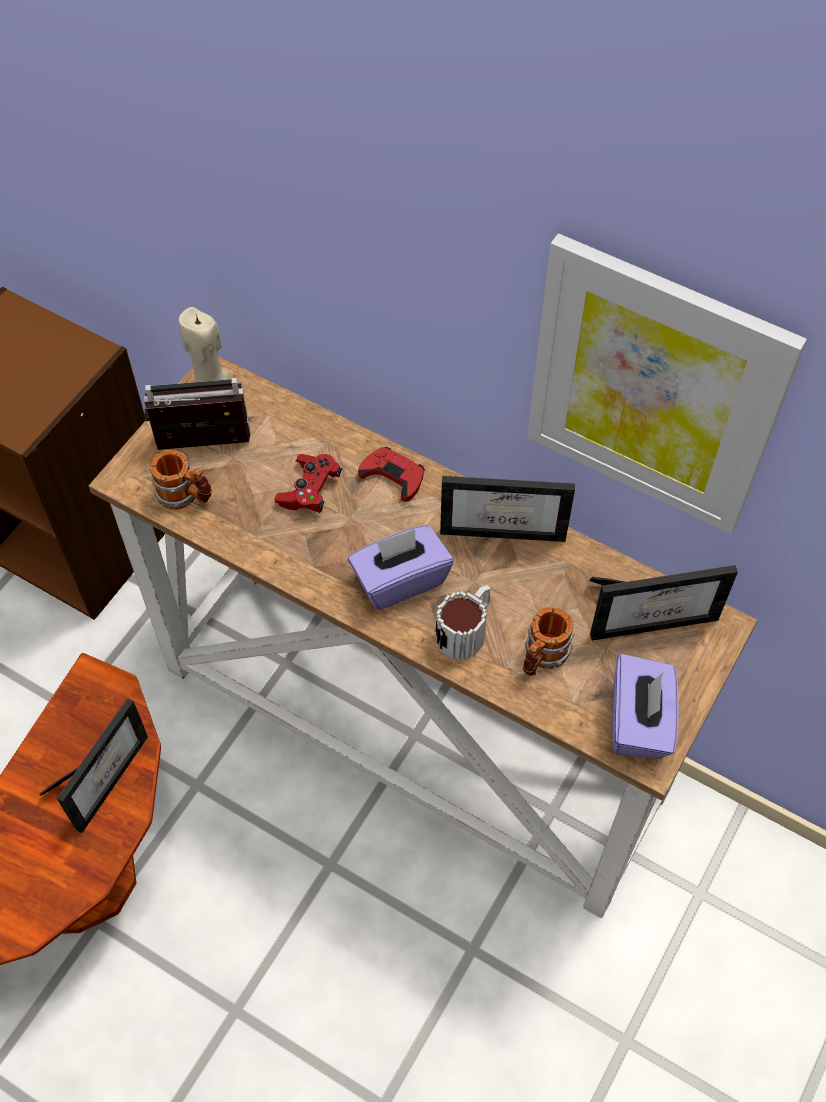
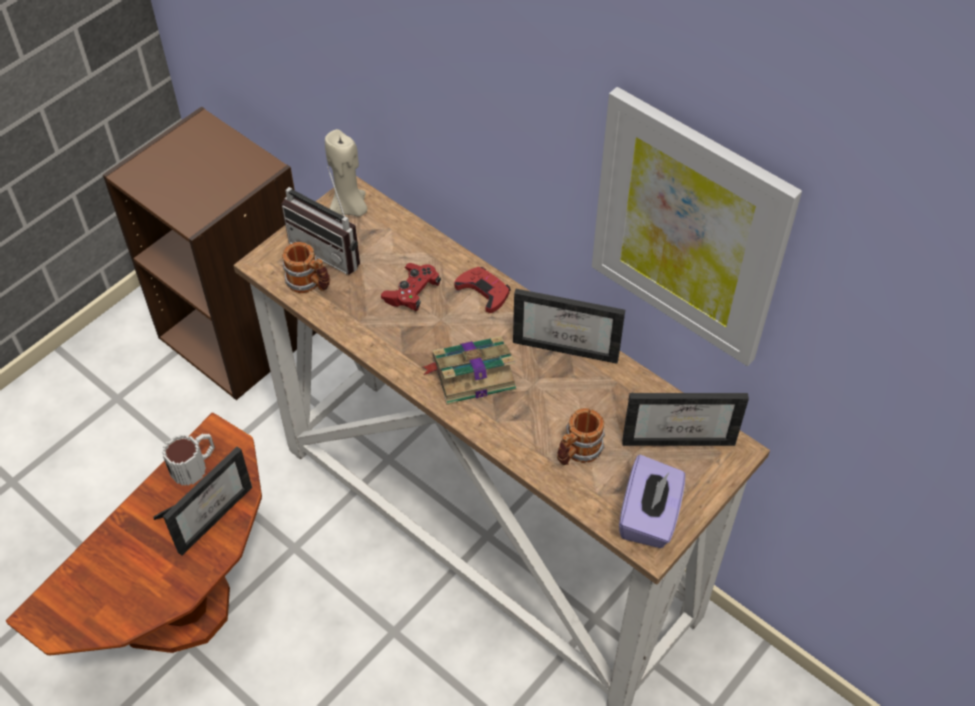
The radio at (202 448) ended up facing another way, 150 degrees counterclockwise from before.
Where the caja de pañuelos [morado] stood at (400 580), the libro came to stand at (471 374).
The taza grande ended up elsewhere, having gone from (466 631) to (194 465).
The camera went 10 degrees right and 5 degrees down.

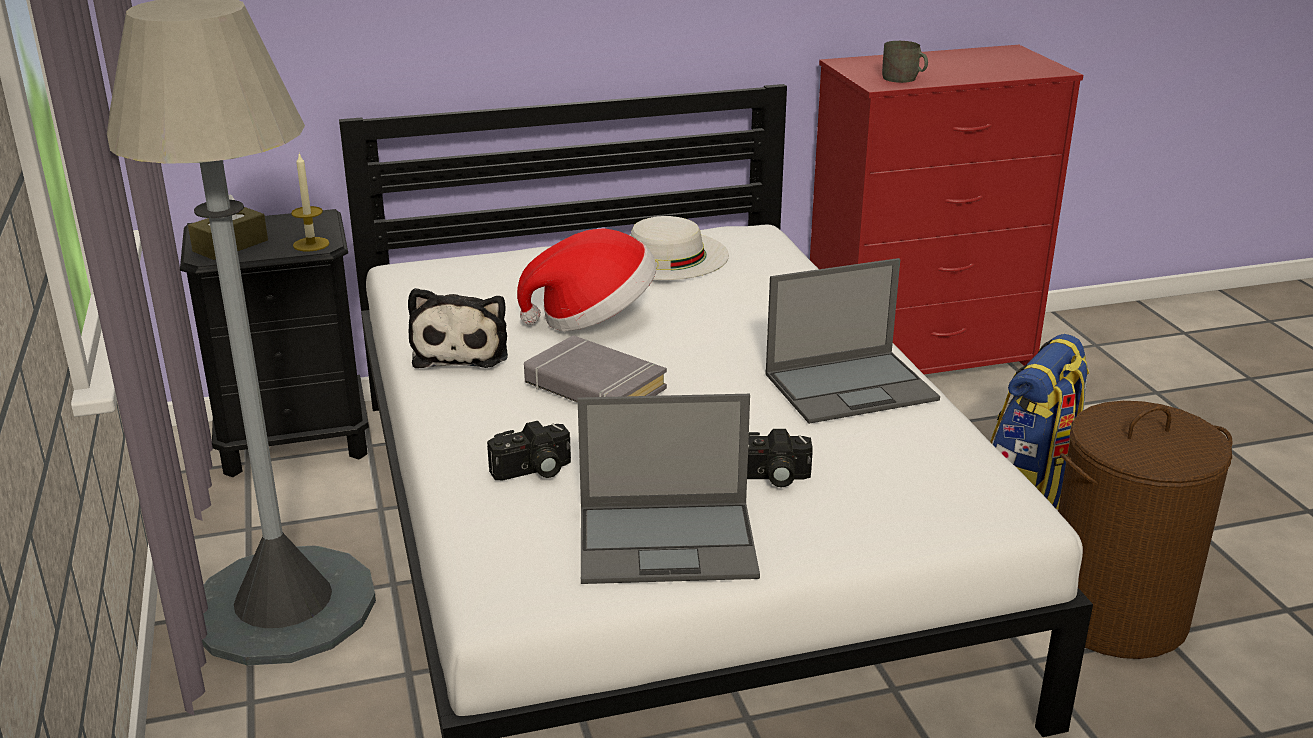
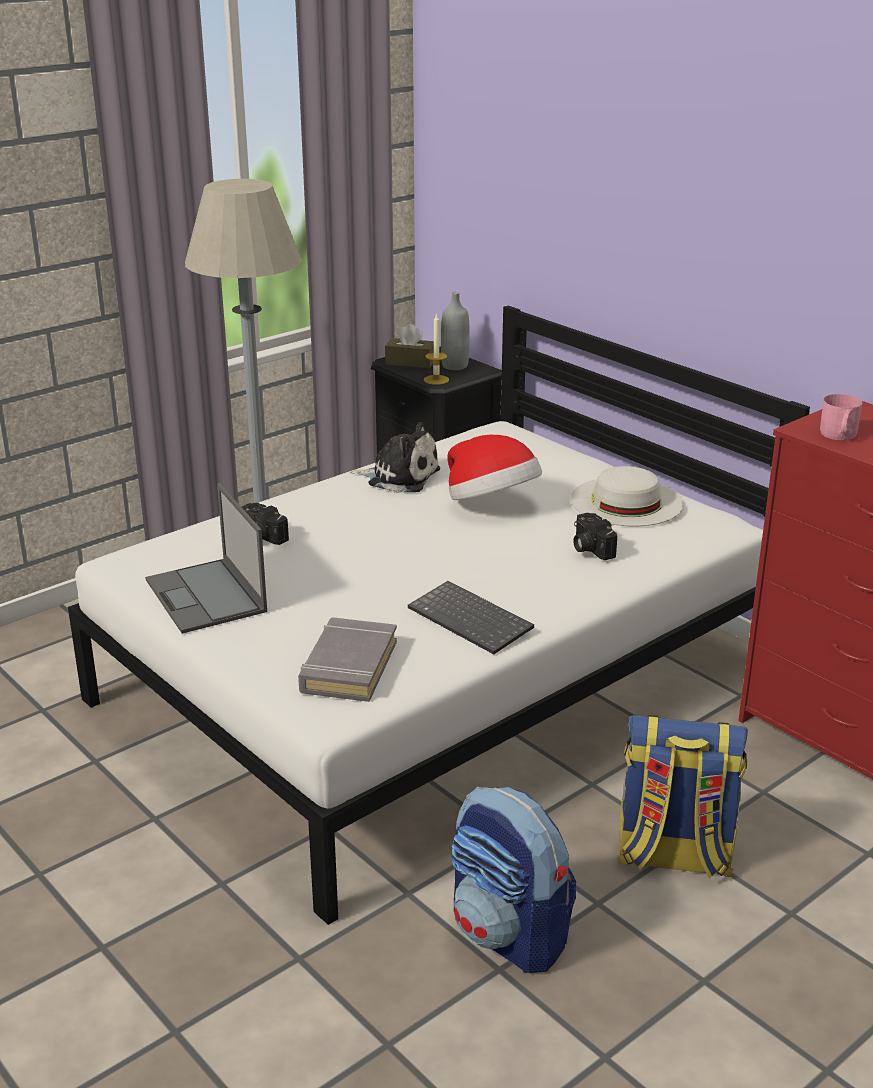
What was the taza grande [gris] at (903 79) turned into the taza grande [rosa] at (838 435).
Where the portátil stood at (852 386), the teclado came to stand at (472 620).
The peluche at (462 350) ended up facing another way, 135 degrees counterclockwise from before.
The libro [gris] ended up elsewhere, having gone from (594 386) to (348 667).
Where the cesto de la ropa [marrón] stood at (1115 614), the mochila came to stand at (510 934).
The cámara ended up elsewhere, having gone from (770 477) to (589 548).
The second view gained the botella [gris] at (455 366).
The camera went 65 degrees right and 0 degrees up.

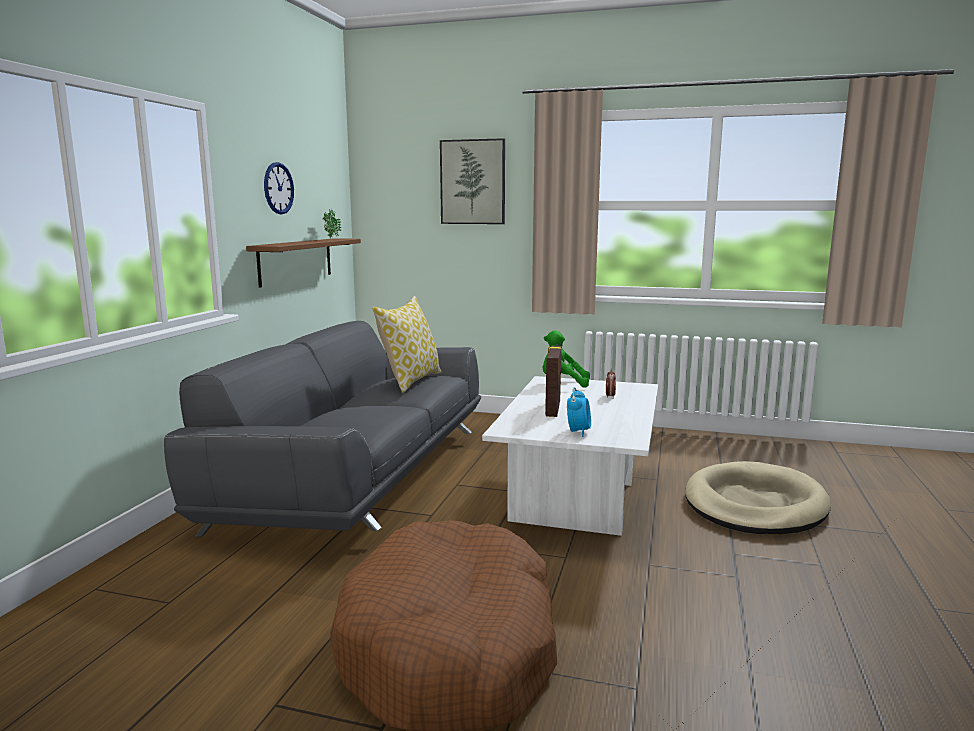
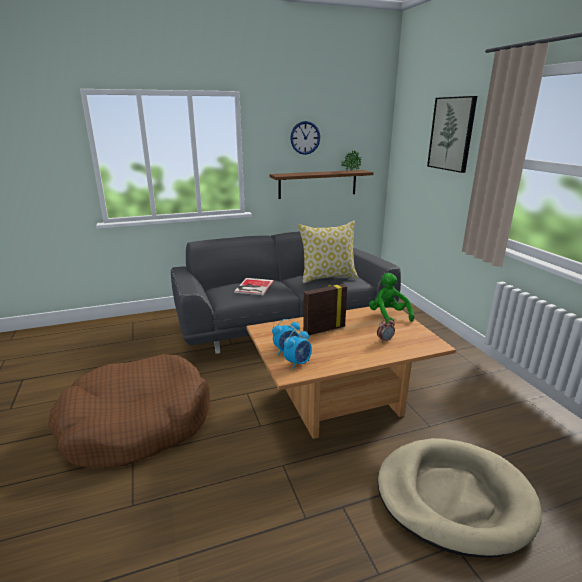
What was the mesa de centro [blanco] at (578 502) turned into the mesa de centro [marrón] at (341 403).
The second view gained the libro at (253 287).
The second view gained the despertador at (298 363).
The camera went 55 degrees right and 10 degrees up.

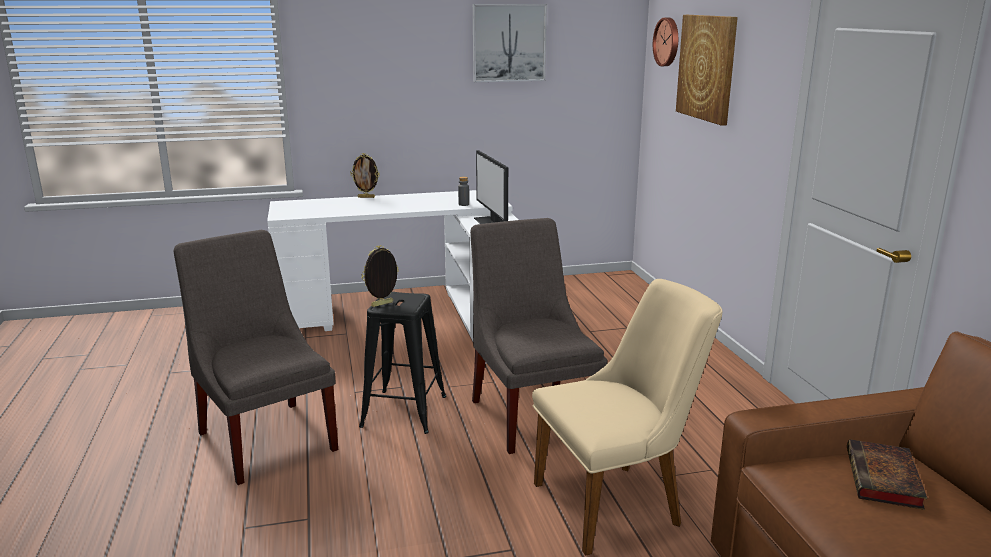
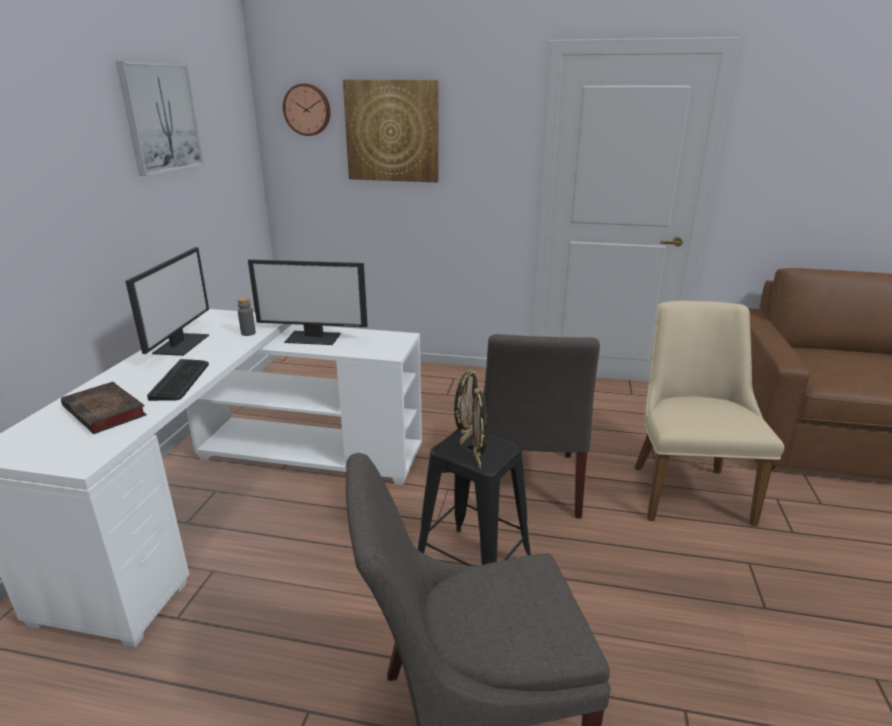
The portarretratos ended up elsewhere, having gone from (366 197) to (466 437).
The silla [gris] at (532 414) ended up facing another way, 90 degrees counterclockwise from before.
The libro ended up elsewhere, having gone from (884 480) to (106 412).
The second view gained the monitor at (180 344).
The second view gained the teclado at (180 380).
The camera went 65 degrees left and 5 degrees up.

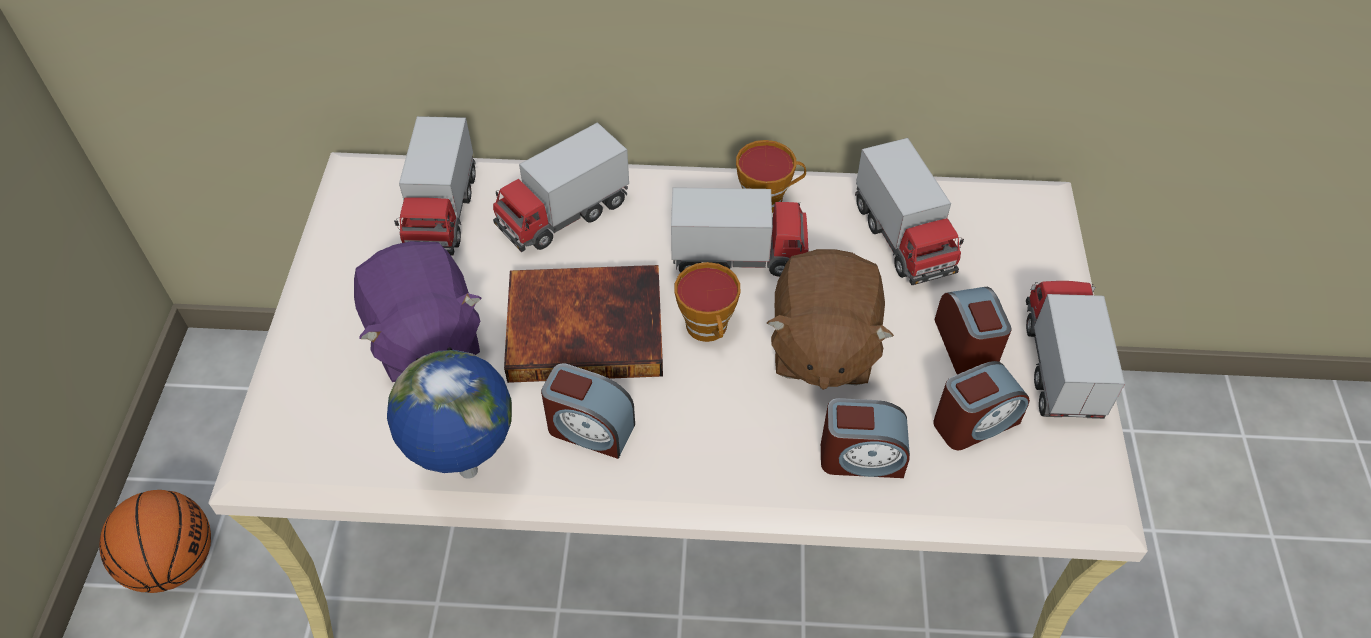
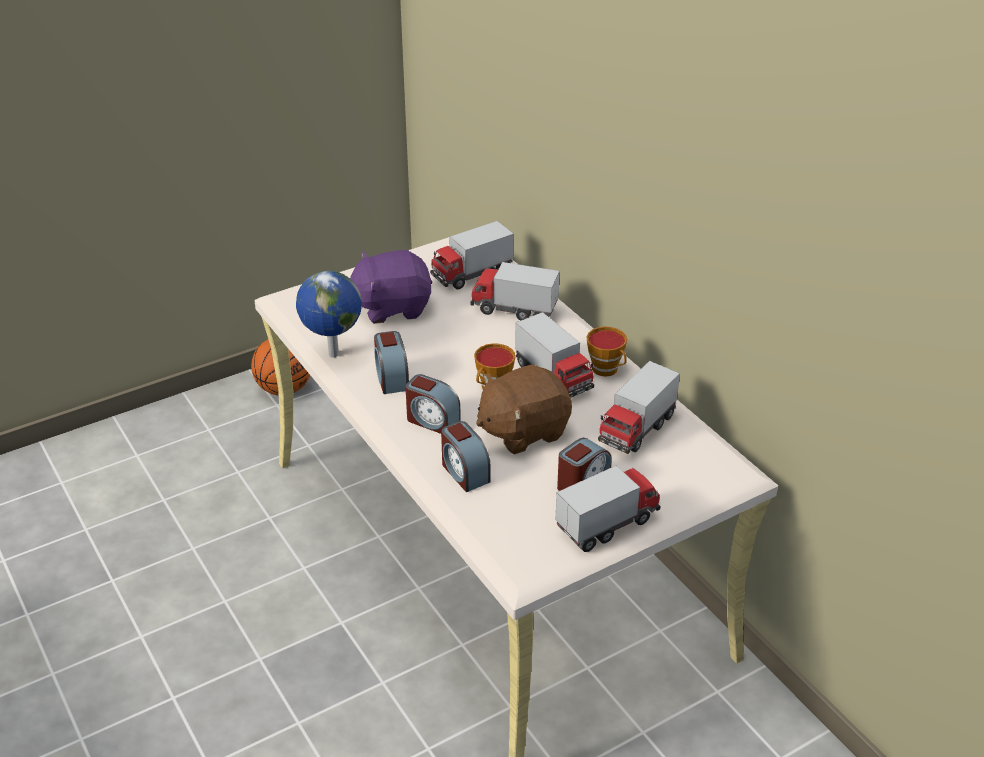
The peluche [morado] at (424 340) ended up facing another way, 45 degrees clockwise from before.
The second view lost the libro at (587 326).
The despertador ended up elsewhere, having gone from (975 422) to (432 421).
The camera went 55 degrees right and 15 degrees down.

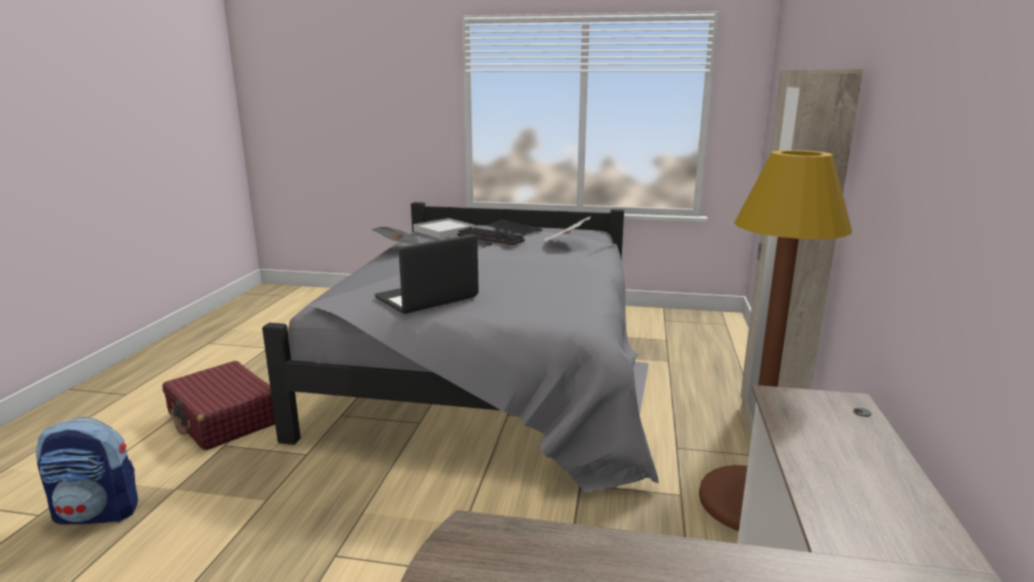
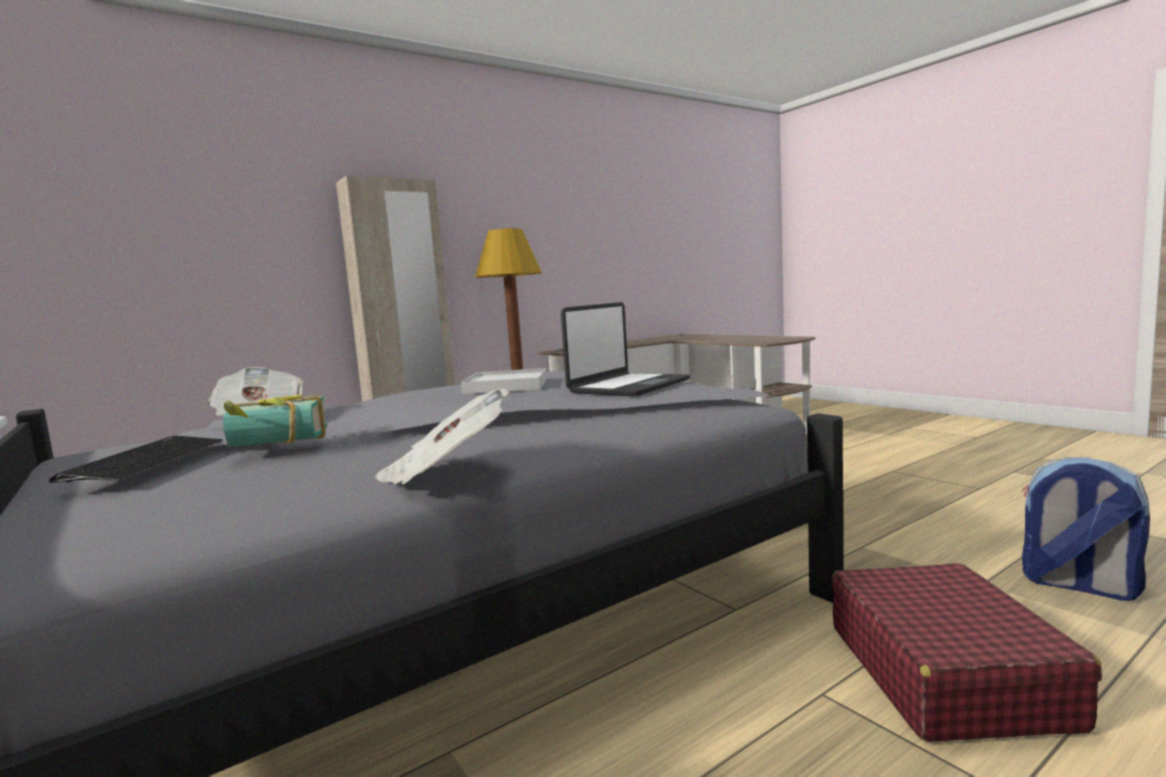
The bandeja [blanco] ended up elsewhere, having gone from (444 231) to (507 386).
Where the teclado stood at (492 238), the libro came to stand at (277 444).
The portátil at (427 298) ended up facing another way, 60 degrees counterclockwise from before.
The camera went 135 degrees left and 10 degrees down.

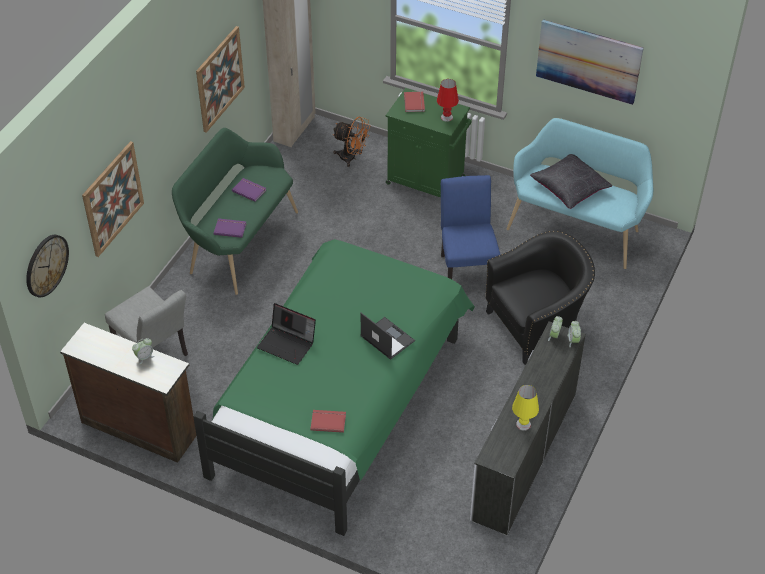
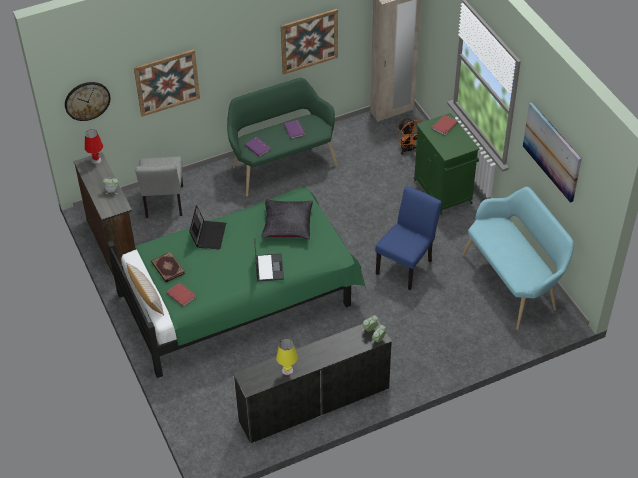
The lámpara de mesa [rojo] ended up elsewhere, having gone from (447 117) to (96 160).
The cojín [negro] ended up elsewhere, having gone from (570 188) to (287 225).
The second view lost the sillón [negro] at (537 326).
The portátil at (288 344) ended up facing another way, 150 degrees counterclockwise from before.
The second view gained the libro at (167 268).
The second view gained the cojín [beis] at (147 297).
The camera went 40 degrees right and 0 degrees up.

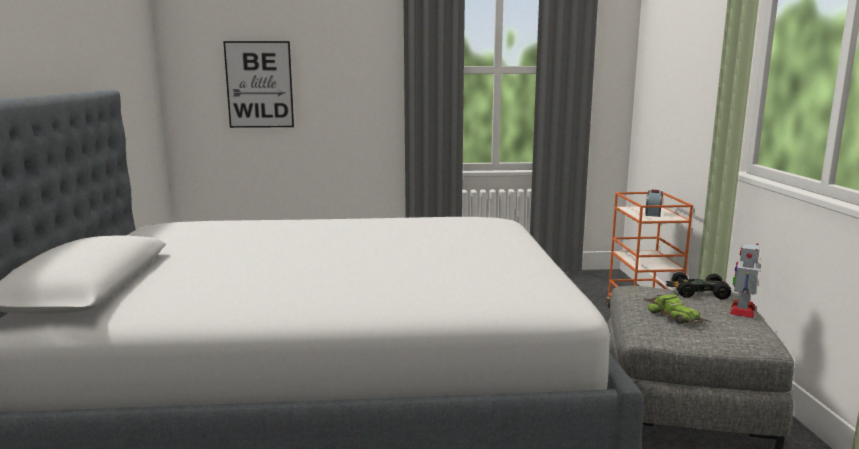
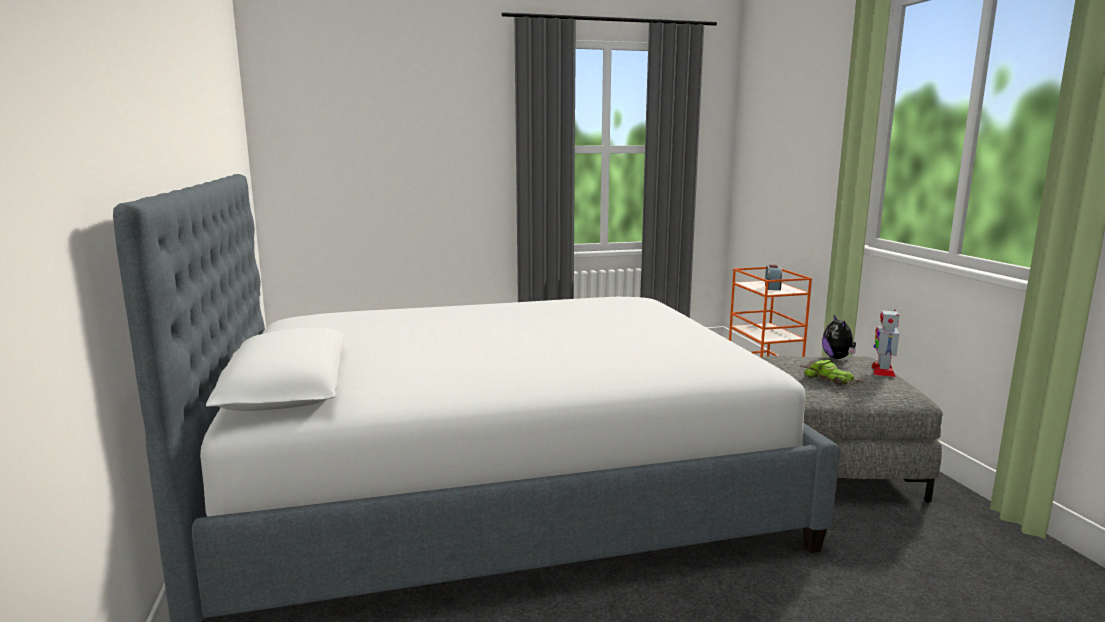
The second view lost the cuadro at (259 84).
Where the coche de juguete [negro] stood at (698 293), the peluche came to stand at (838 358).
The camera went 10 degrees left and 0 degrees up.

